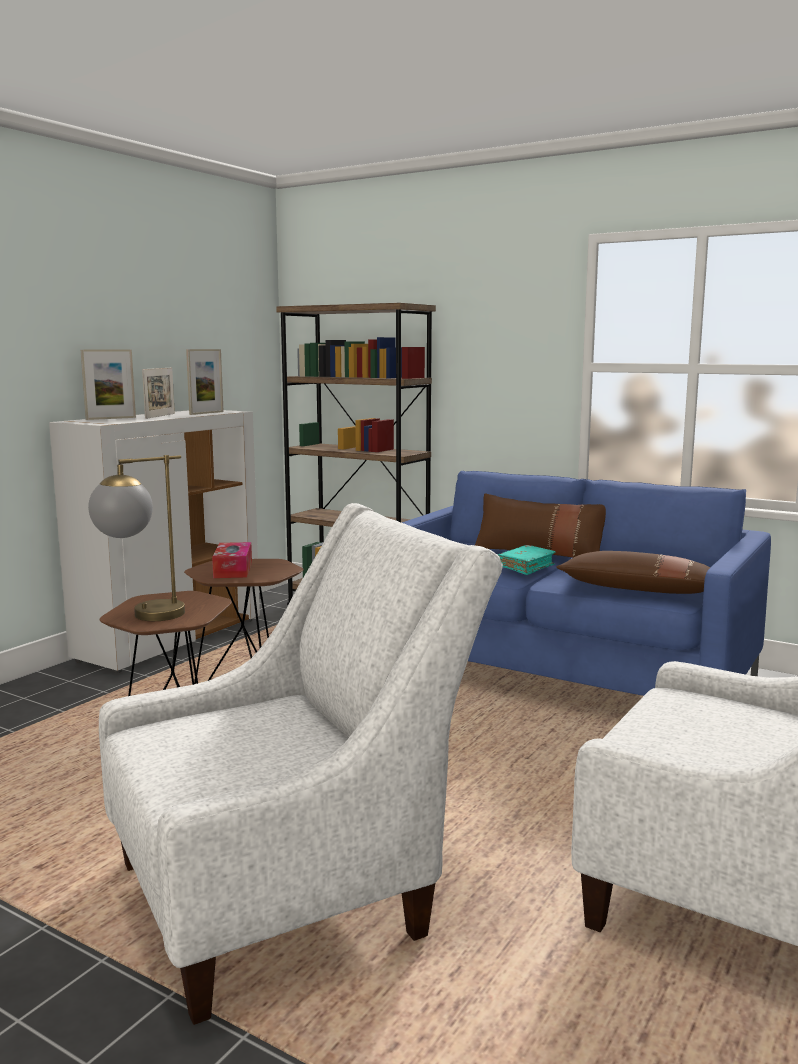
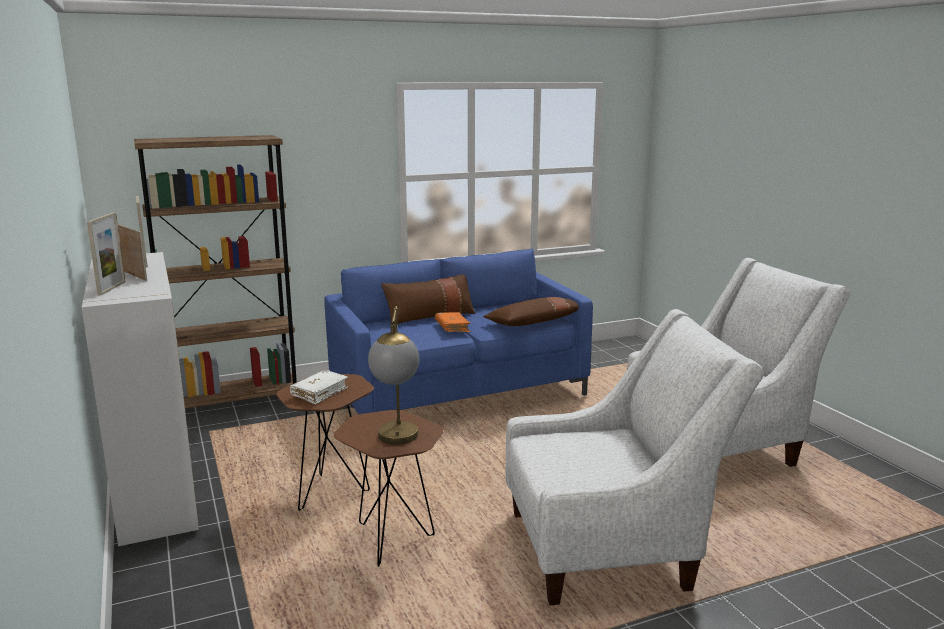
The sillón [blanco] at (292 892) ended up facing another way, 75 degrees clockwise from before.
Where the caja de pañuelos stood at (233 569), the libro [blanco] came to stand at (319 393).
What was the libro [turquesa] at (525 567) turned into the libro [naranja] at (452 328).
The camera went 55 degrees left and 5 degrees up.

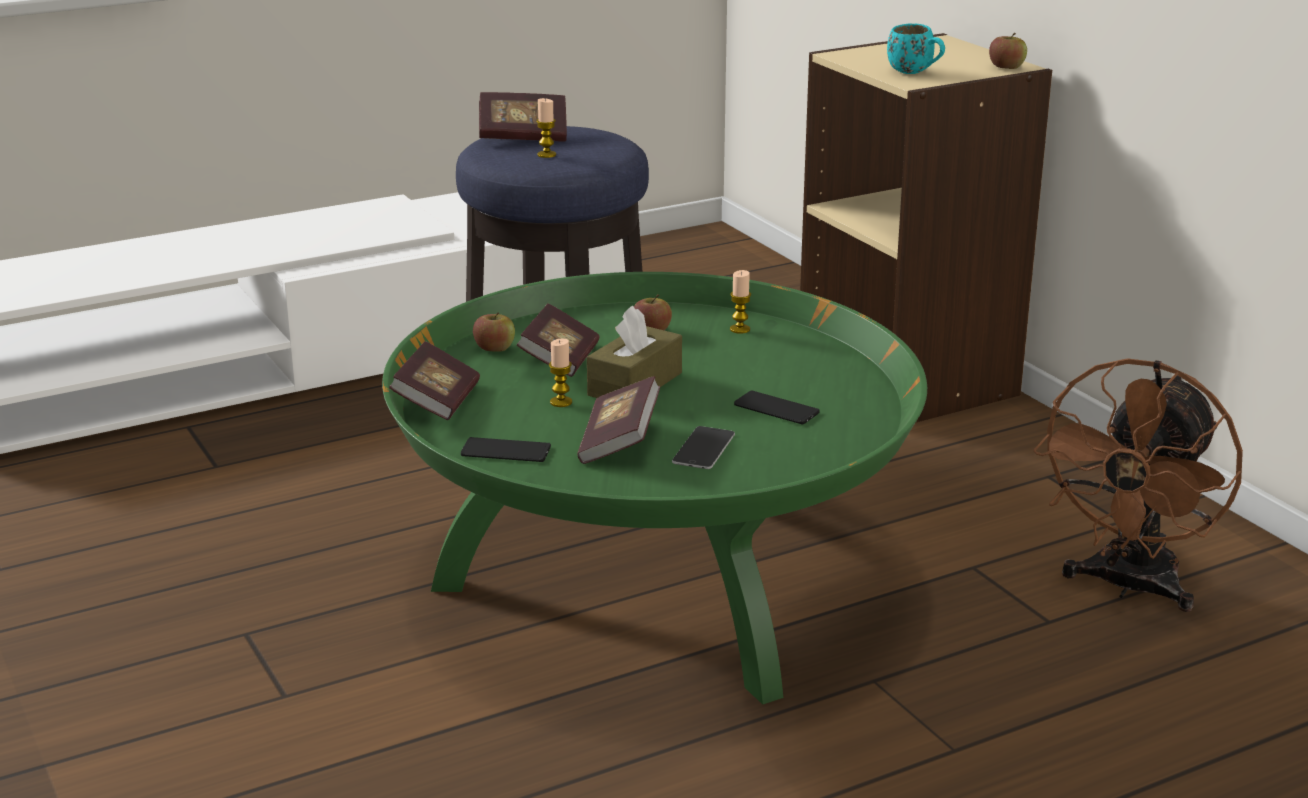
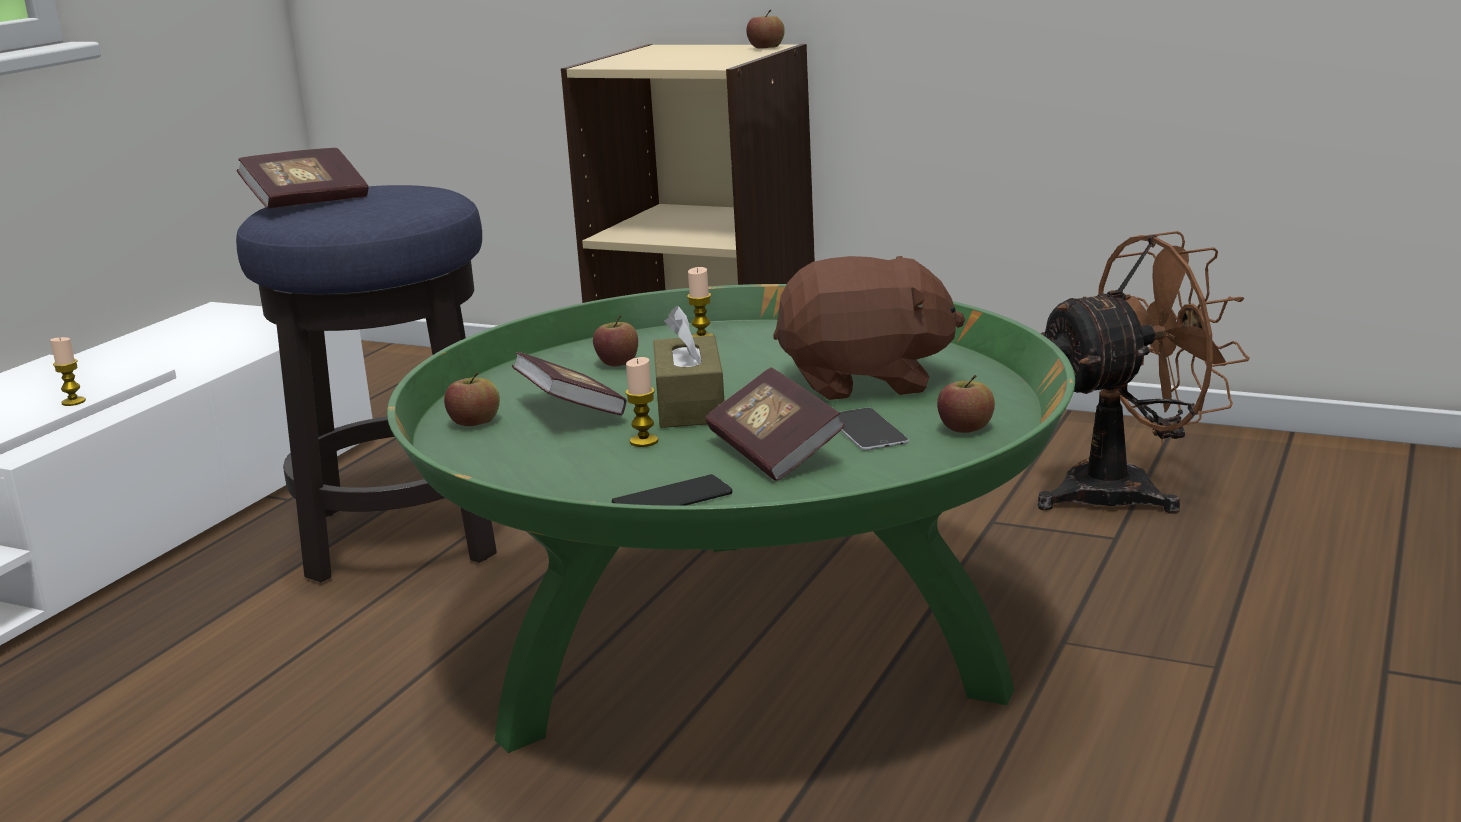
The second view lost the taza grande [turquesa] at (916 73).
The vela ended up elsewhere, having gone from (546 155) to (73 402).
The second view lost the libro at (437 402).
The ventilador [marrón] at (1129 587) ended up facing another way, 105 degrees counterclockwise from before.
Where the móvil stood at (776 409), the peluche [marrón] came to stand at (865 381).
The second view gained the manzana at (965 428).
The camera went 35 degrees left and 5 degrees down.

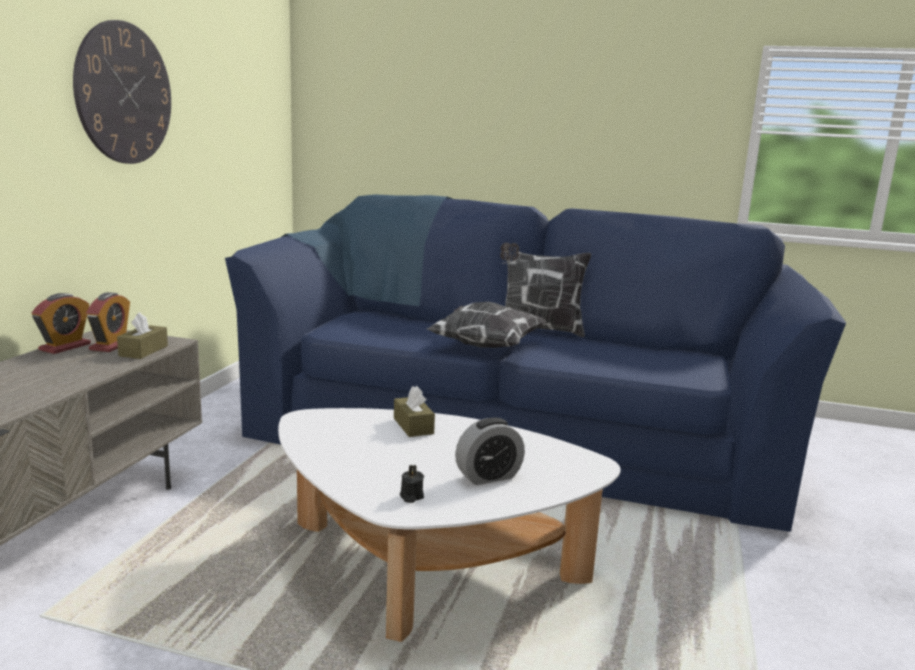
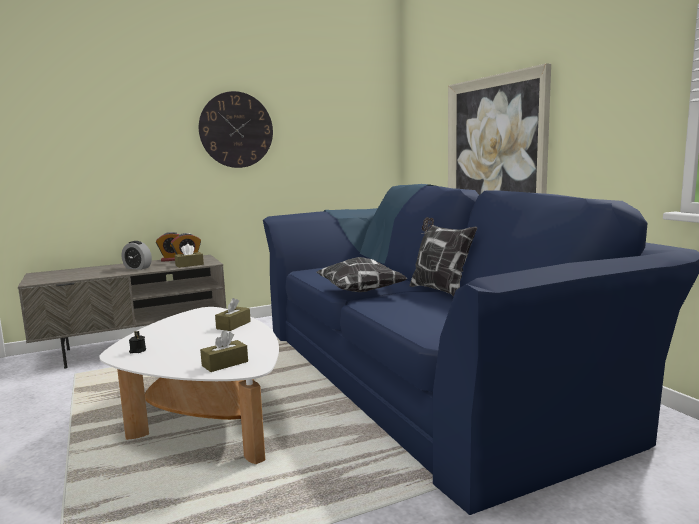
The despertador ended up elsewhere, having gone from (488 476) to (137 268).
The second view gained the cuadro at (494 150).
The second view gained the caja de pañuelos [marrón] at (225 364).
The camera went 50 degrees right and 5 degrees down.

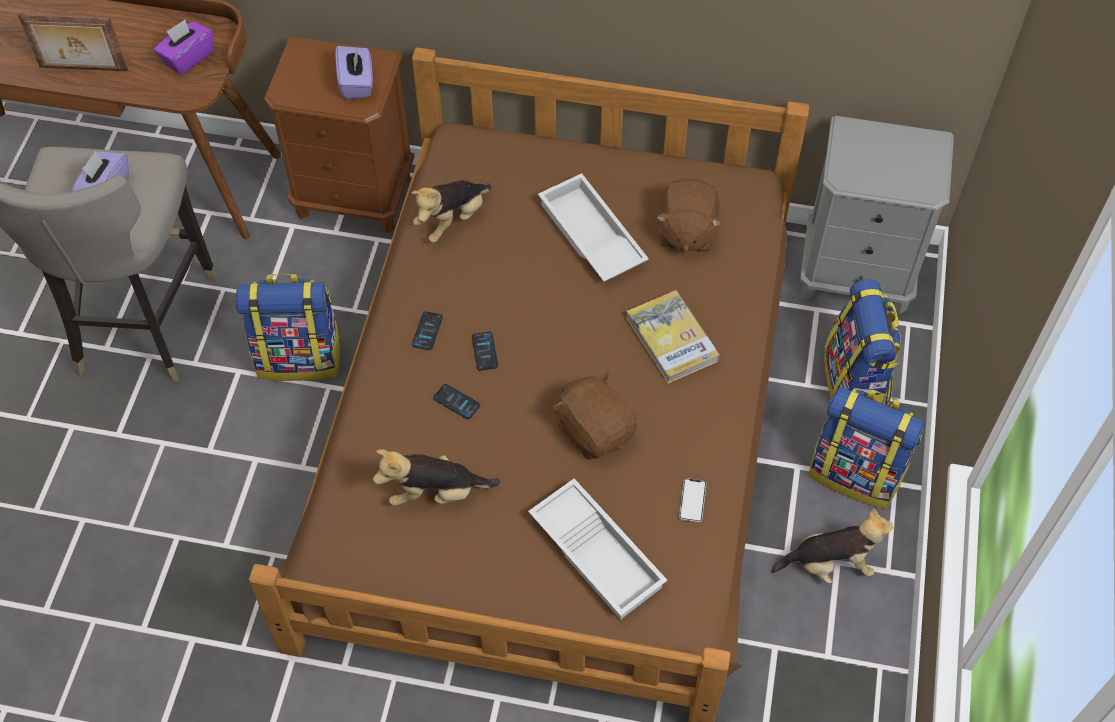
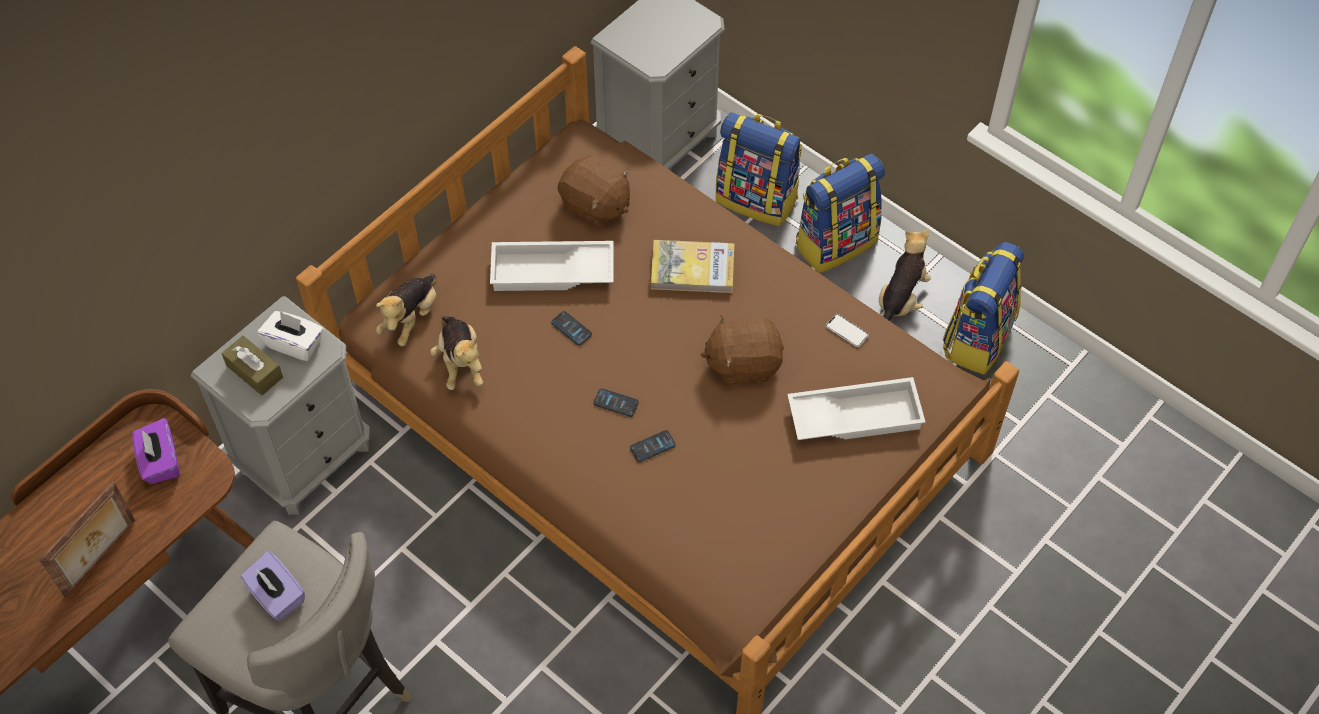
What was the mesita de noche [marrón] at (354 195) turned into the mesita de noche [gris] at (305 457).
What was the caja de pañuelos [morado] at (356 83) turned into the caja de pañuelos [blanco] at (295 344).
The mochila ended up elsewhere, having gone from (300 357) to (977 337).
The móvil ended up elsewhere, having gone from (427 331) to (571 329).
The peluche ended up elsewhere, having gone from (435 493) to (411 318).
The second view gained the caja de pañuelos [marrón] at (254 371).
The camera went 60 degrees left and 0 degrees up.

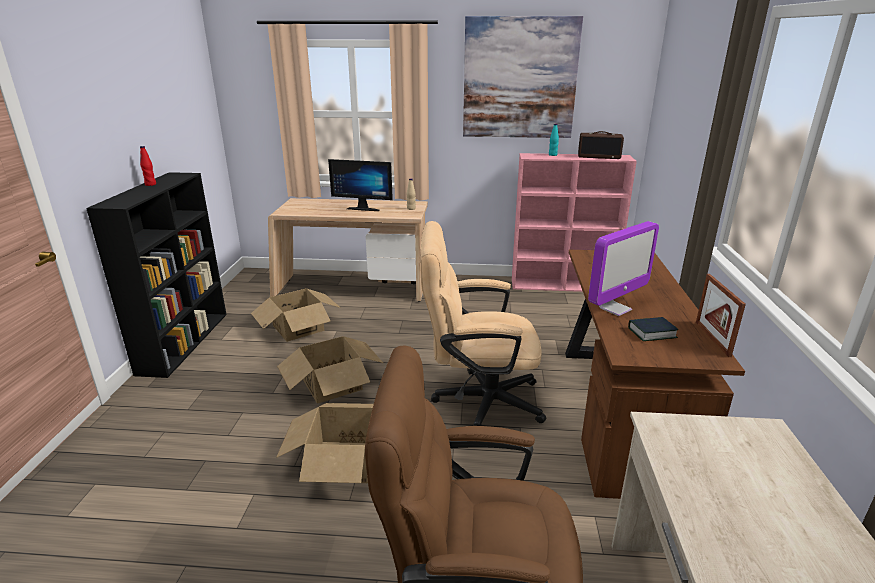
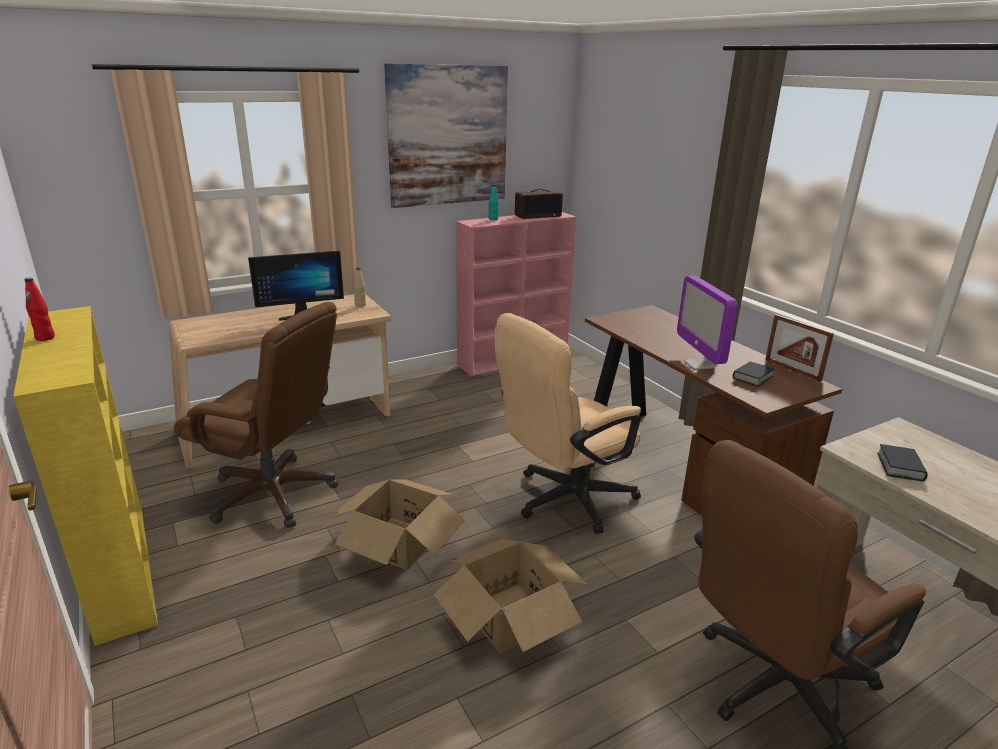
What was the estantería [negro] at (185 341) turned into the estantería [amarillo] at (120 568).
The monitor at (614 308) ended up facing another way, 150 degrees clockwise from before.
Where the caja de cartón stood at (298 328), the silla de oficina [marrón] came to stand at (273 494).
The second view gained the libro at (900 467).
The camera went 35 degrees left and 0 degrees up.

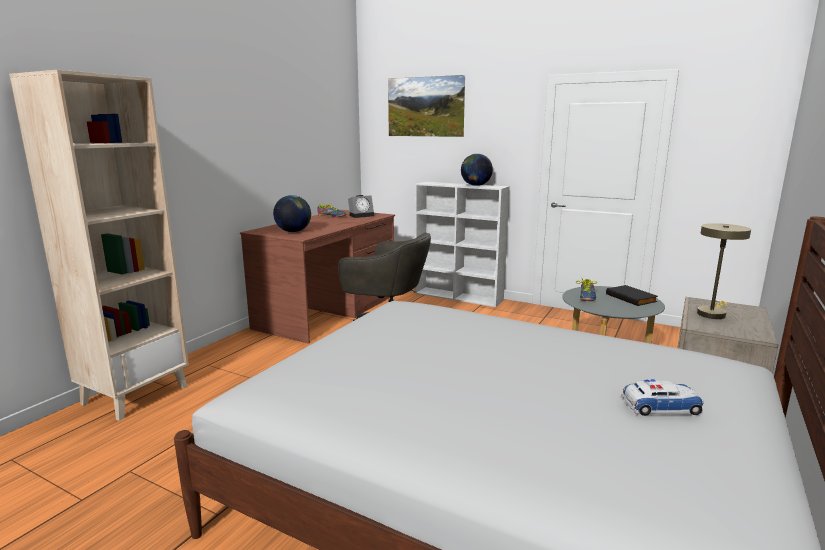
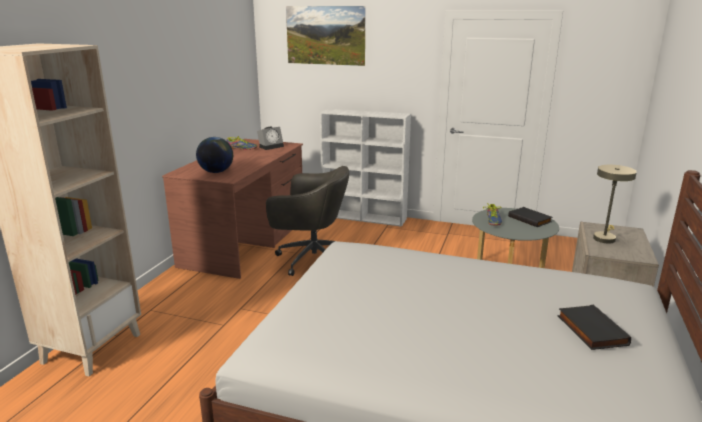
The second view lost the globo terráqueo at (475 185).
Where the coche de juguete stood at (661 406), the libro [negro] came to stand at (590 330).
The camera went 10 degrees left and 5 degrees up.

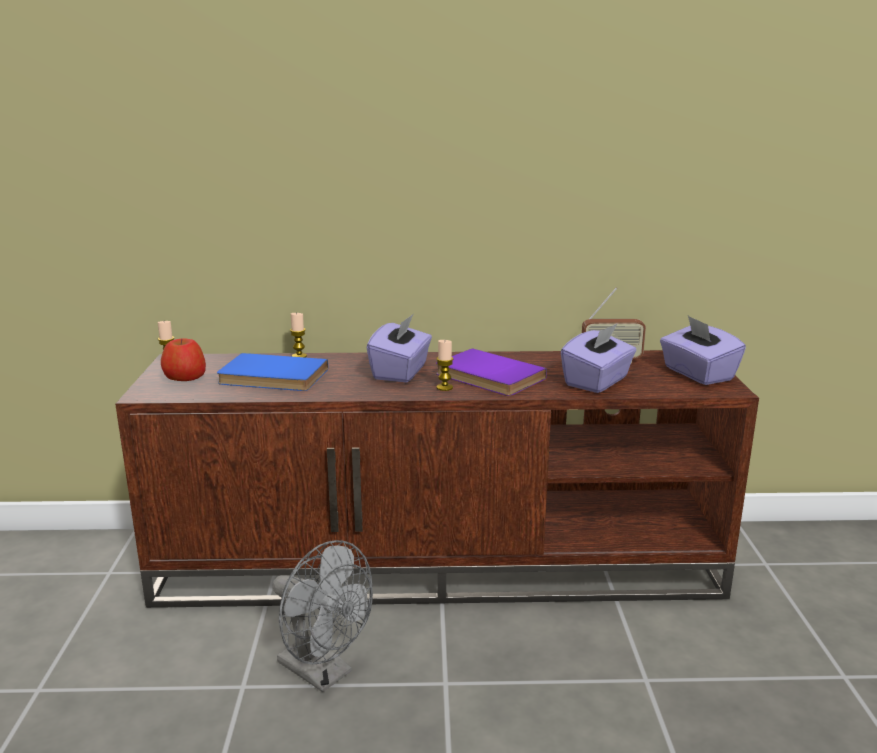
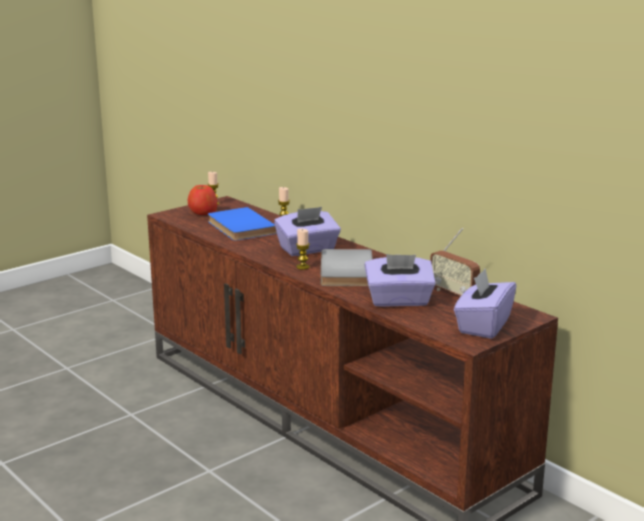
What was the libro [morado] at (487 377) turned into the libro [gris] at (344 271).
The second view lost the ventilador [gris] at (323 672).
The camera went 50 degrees right and 0 degrees up.

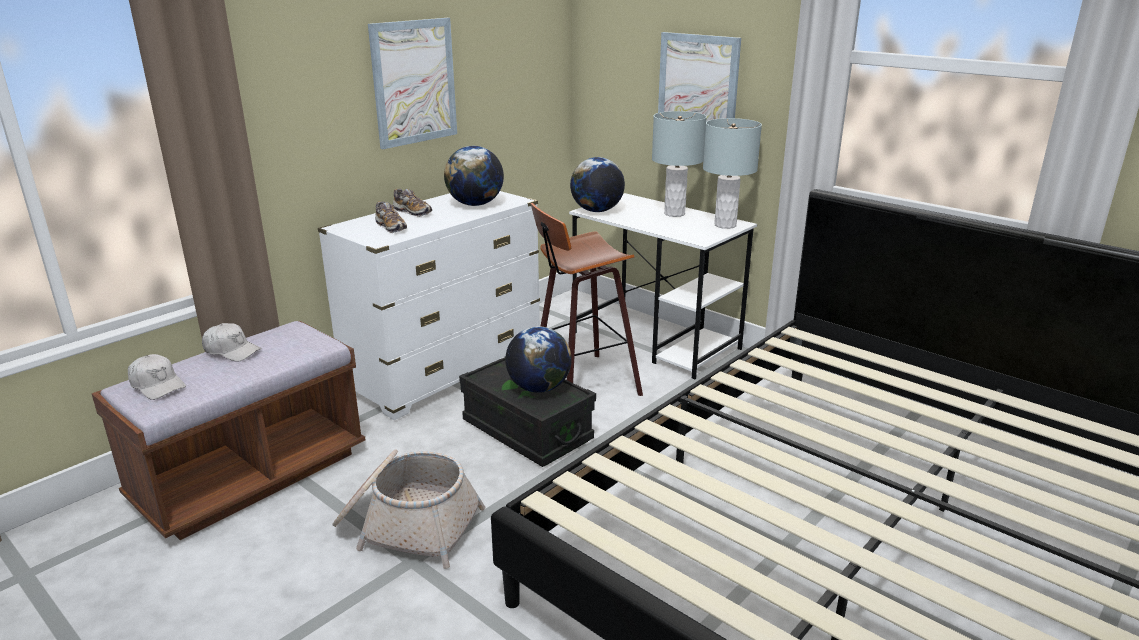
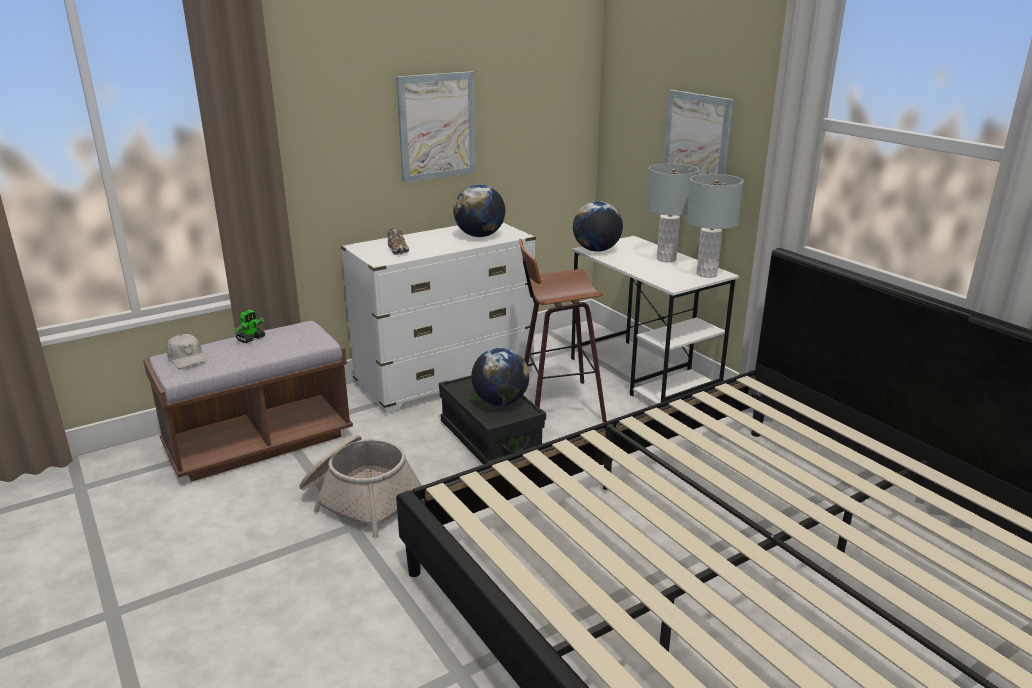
The second view lost the zapato at (412 212).
Where the gorra [blanco] stood at (232 351), the robot de juguete came to stand at (251 338).
The camera went 15 degrees right and 0 degrees up.

